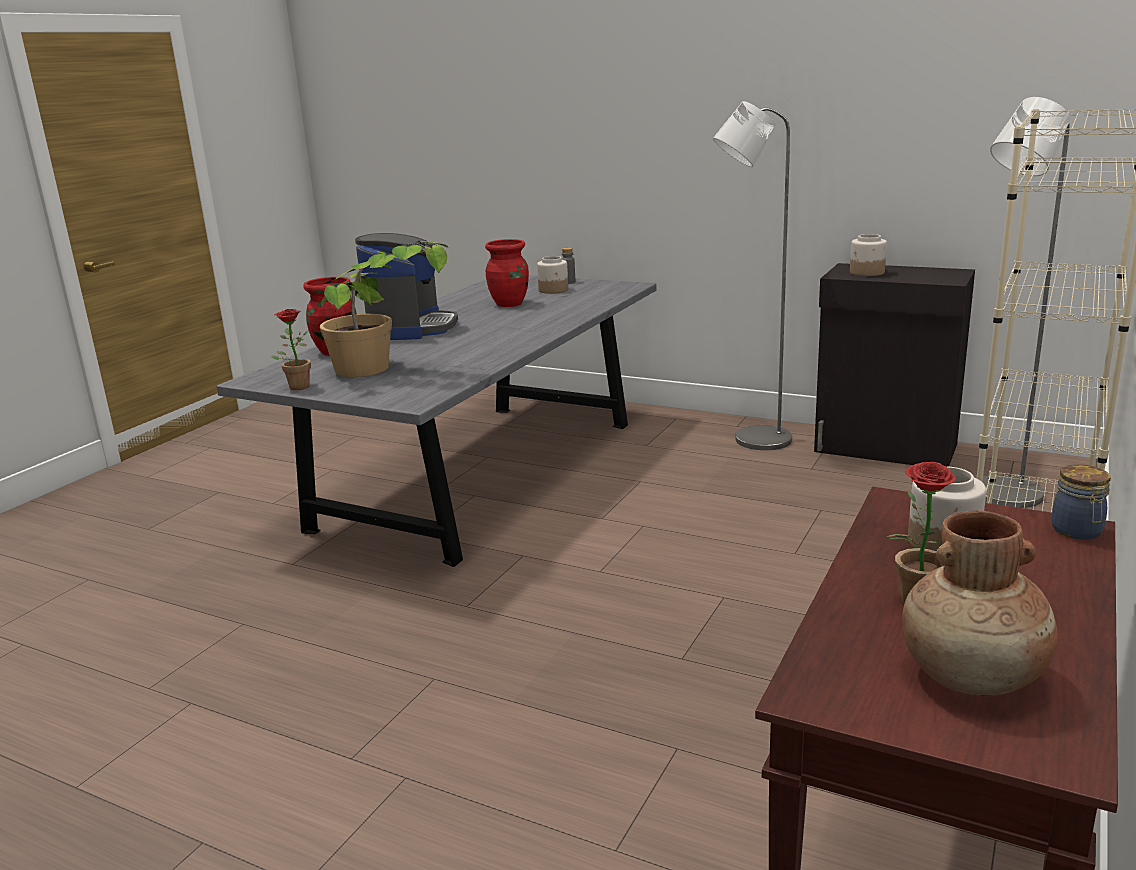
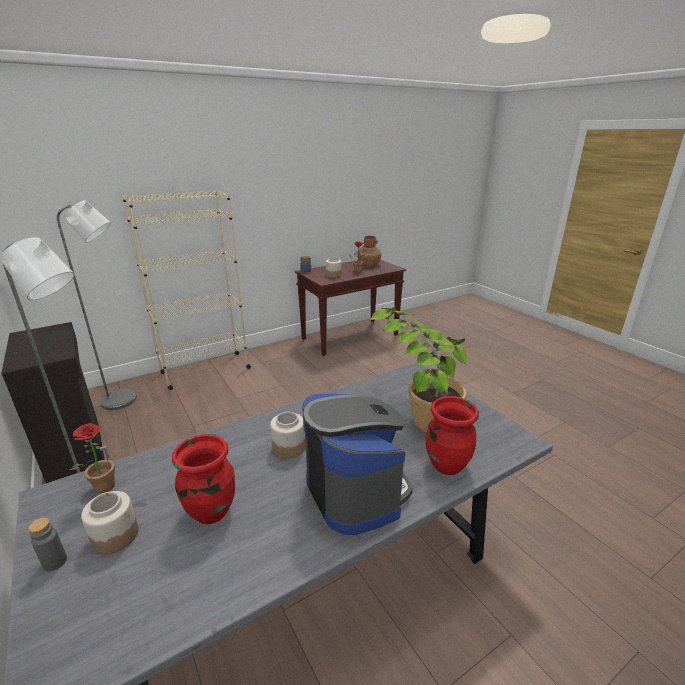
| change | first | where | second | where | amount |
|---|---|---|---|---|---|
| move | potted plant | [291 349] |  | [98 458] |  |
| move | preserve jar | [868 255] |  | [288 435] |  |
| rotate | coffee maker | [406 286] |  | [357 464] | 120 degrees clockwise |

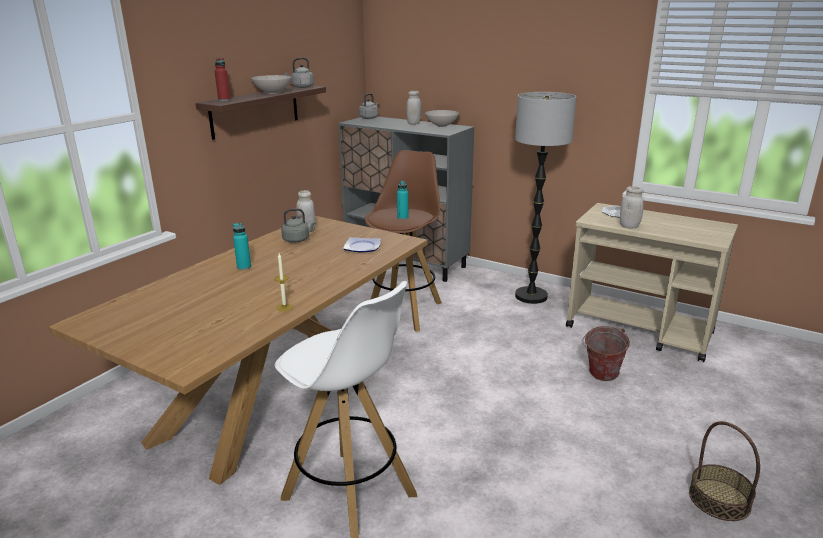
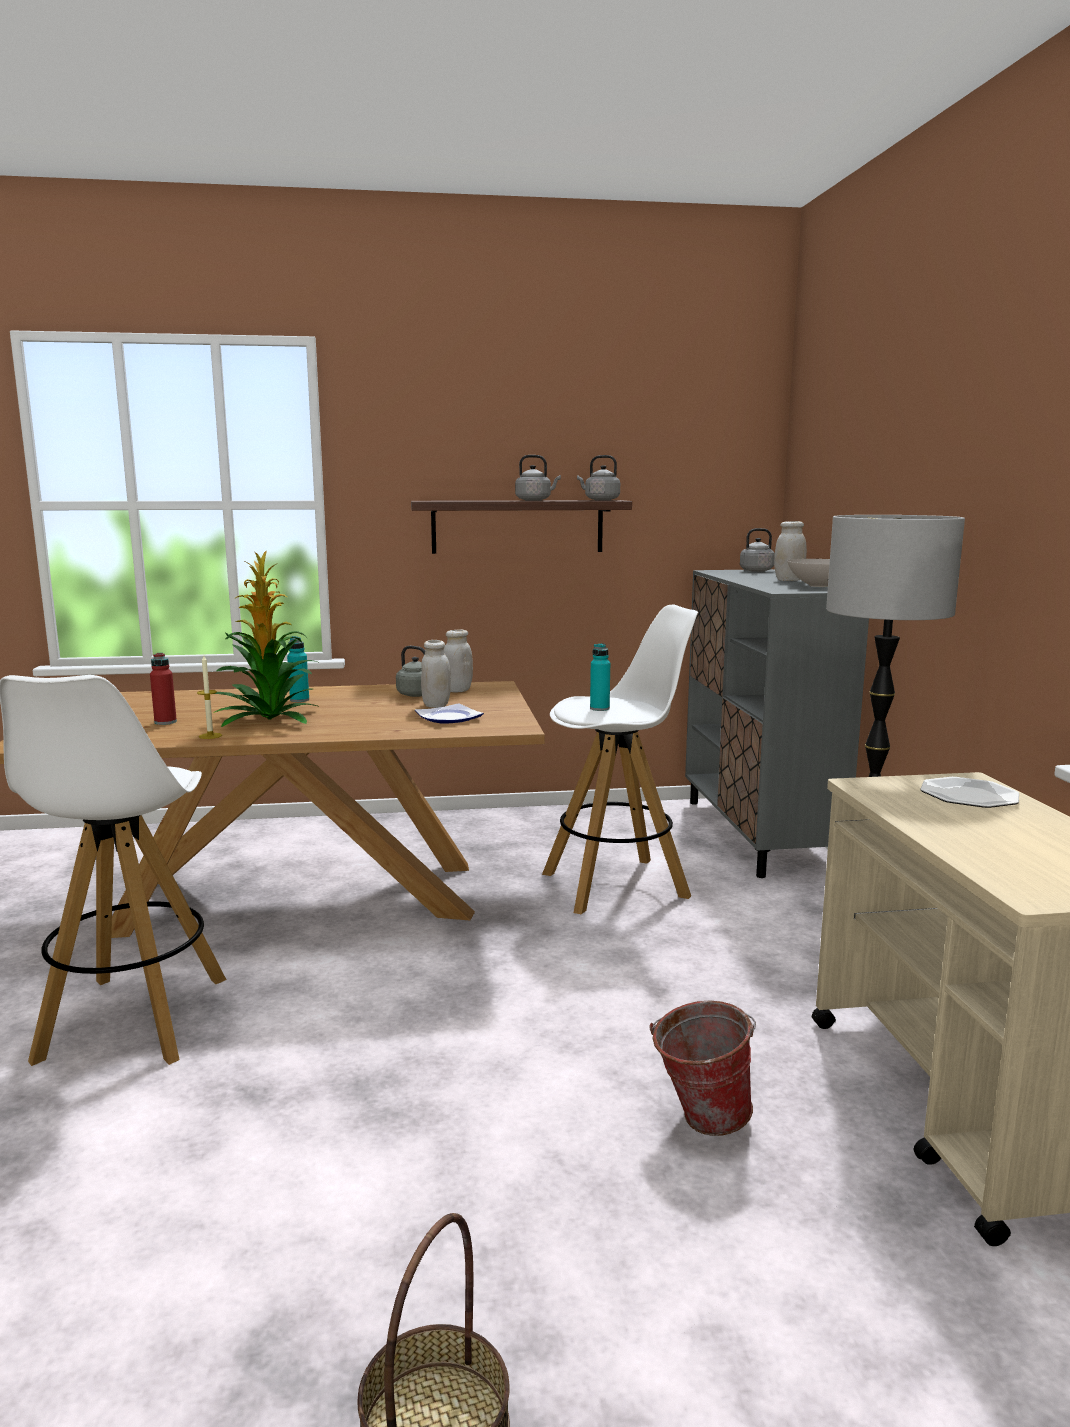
| change | first | where | second | where | amount |
|---|---|---|---|---|---|
| move | beverage bottle/reddish | [223 79] |  | [163 689] |  |
| insert |  |  | potted plant | [266 638] |  |
| move | preserve jar/white-coloured | [632 207] |  | [436 674] |  |
| replace | serving bowl/white-coloured | [271 84] | tea kettle/greyish | [538 478] |  |
| recolor | sitting stool/brownish | [403 241] | sitting stool/white-coloured | [620 759] |  |

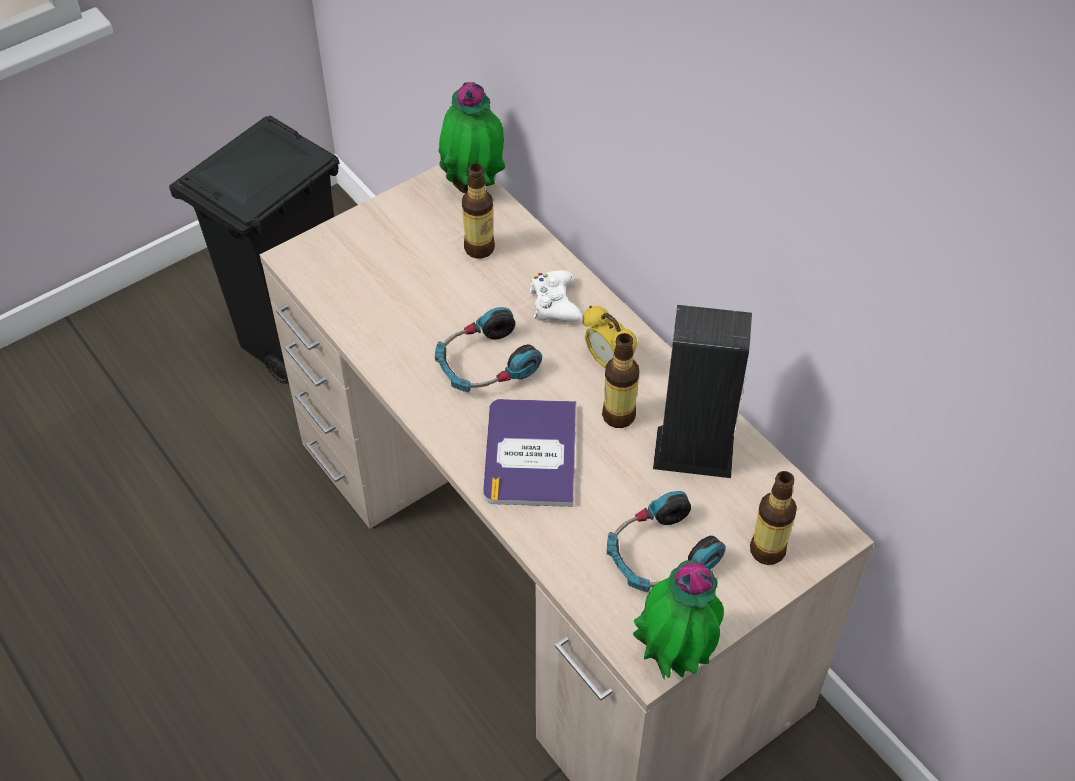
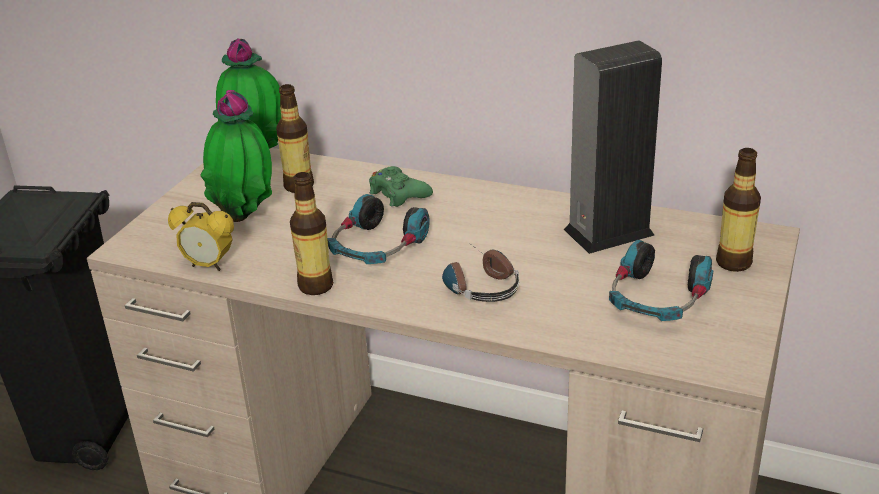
| change | first | where | second | where | amount |
|---|---|---|---|---|---|
| move | bedside clock | [610 337] |  | [201 236] |  |
| move | potted plant | [678 619] |  | [236 156] |  |
| move | beverage bottle | [620 380] |  | [311 233] |  |
| recolor | game controller/white-coloured | [555 296] | game controller/green-coloured | [401 186] |  |
| replace | bound book | [529 453] | headset | [480 272] |  |

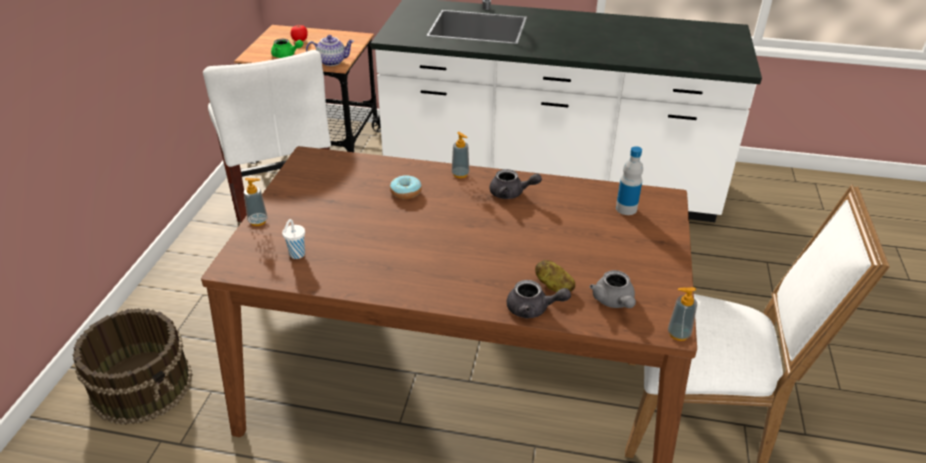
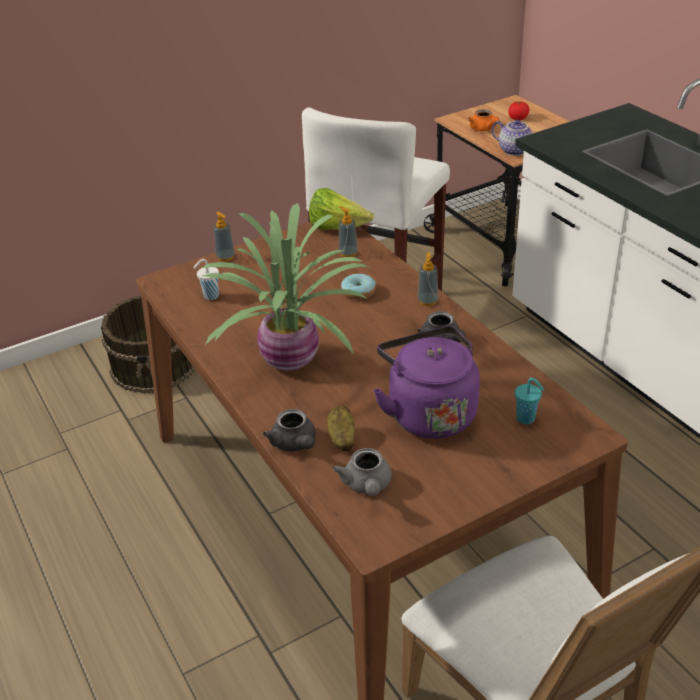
| change | first | where | second | where | amount |
|---|---|---|---|---|---|
| insert |  |  | potted plant | [286 287] |  |
| insert |  |  | lettuce | [341 209] |  |
| rotate | tea pot/greyish | [613 289] |  | [362 472] | 45 degrees counterclockwise |
| move | soap dispenser | [682 314] |  | [348 231] |  |
| insert |  |  | tea kettle/purple | [426 382] |  |
| recolor | tea pot/green-coloured | [287 48] | tea pot/orange | [483 121] |  |
| replace | beverage bottle | [629 180] | cup/turquoise-coloured | [530 401] |  |

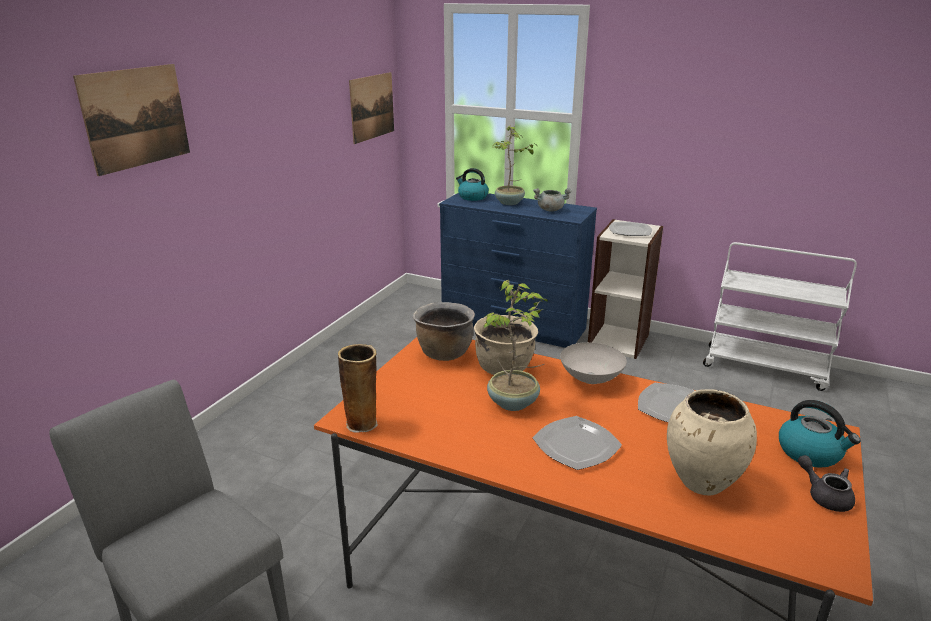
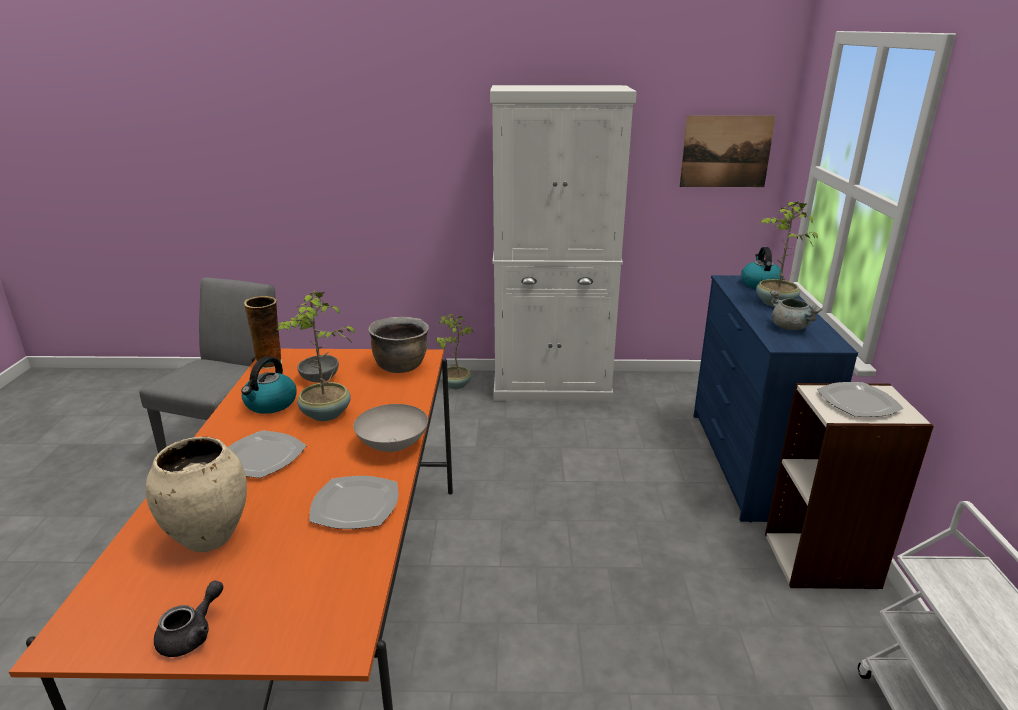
| change | first | where | second | where | amount |
|---|---|---|---|---|---|
| move | tea kettle | [820 434] |  | [269 385] |  |
| insert |  |  | serving bowl/greyish | [318 368] |  |
| insert |  |  | potted plant | [454 351] |  |
| insert |  |  | cupboard/white-coloured | [563 243] |  |
| delete | picture | [131 120] |  |  |  |
| delete | stockpot/beige | [506 345] |  |  |  |

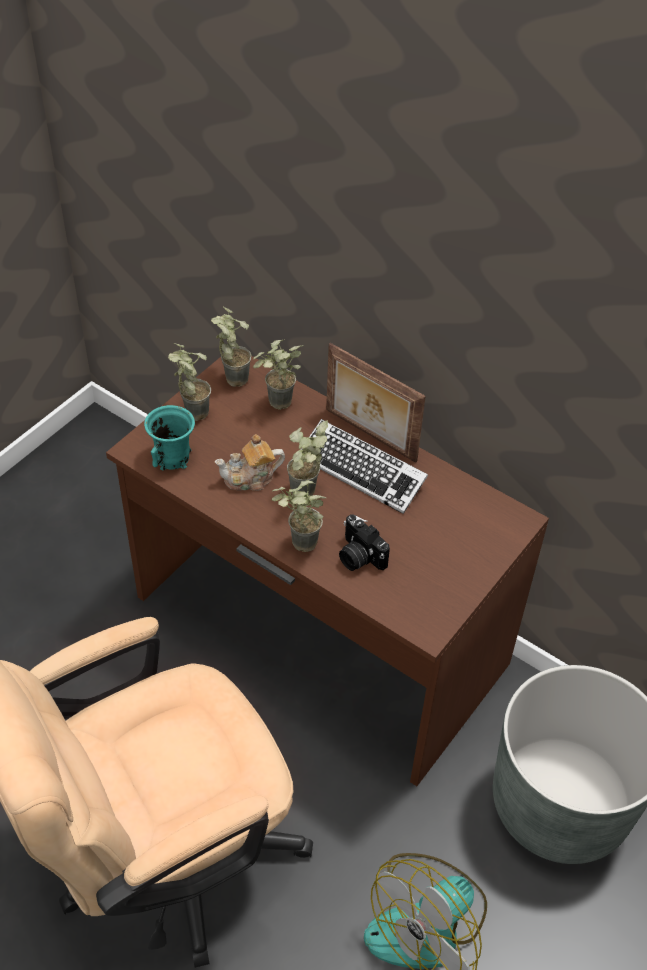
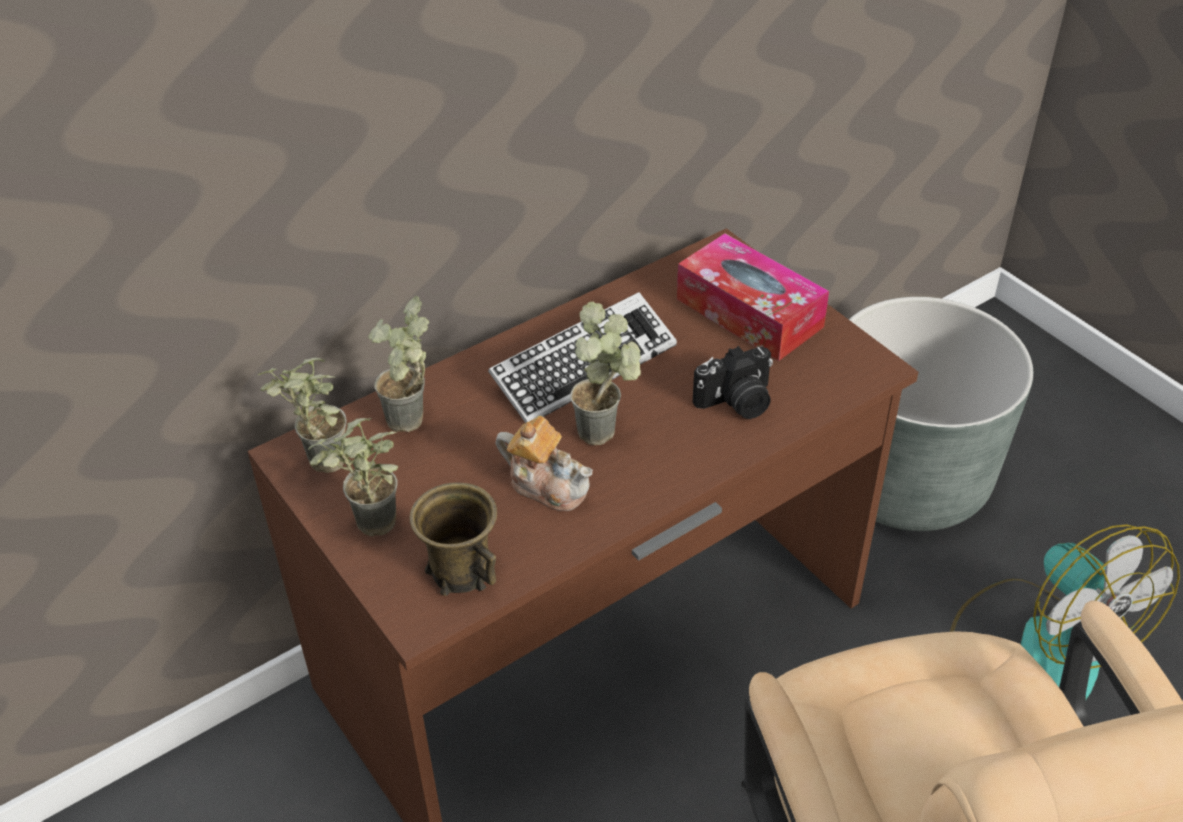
| change | first | where | second | where | amount |
|---|---|---|---|---|---|
| recolor | tea mug/turquoise-coloured | [169 437] | tea mug/brownish | [453 539] |  |
| rotate | tea pot | [250 462] |  | [544 463] | 60 degrees counterclockwise |
| insert |  |  | tissue box | [753 297] |  |
| delete | potted plant | [299 516] |  |  |  |
| delete | picture frame | [376 403] |  |  |  |

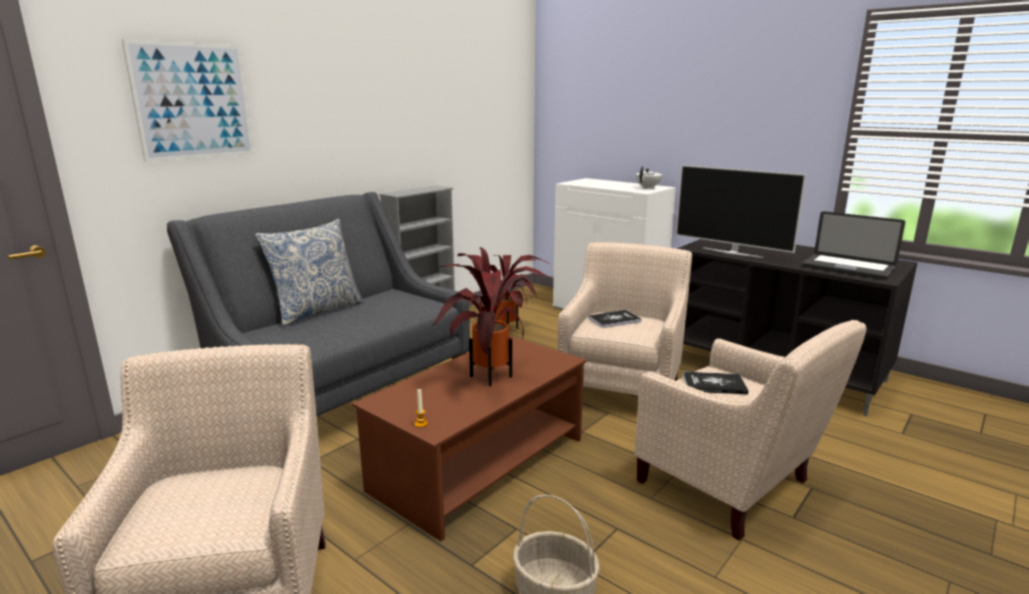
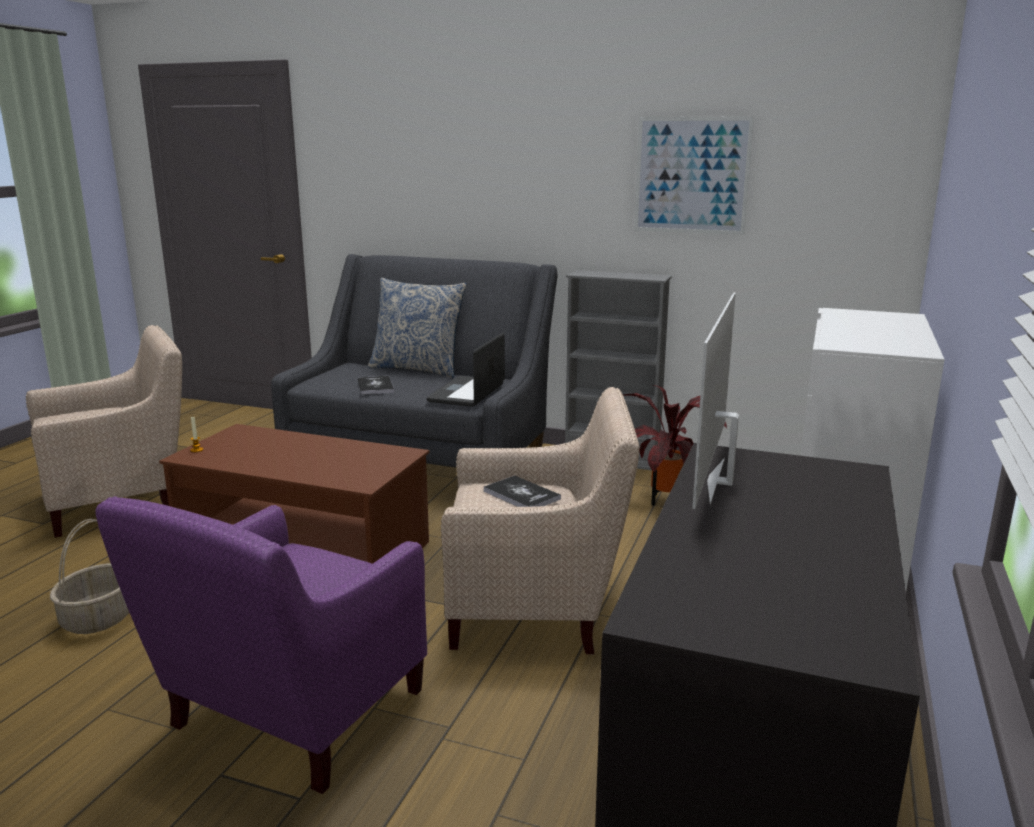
| change | first | where | second | where | amount |
|---|---|---|---|---|---|
| recolor | lounge chair/beige | [750 430] | lounge chair/purple | [261 645] |  |
| move | bound book | [716 383] |  | [376 385] |  |
| move | portable computer | [853 245] |  | [466 370] |  |
| move | picture | [188 100] |  | [694 175] |  |
| delete | potted plant | [490 316] |  |  |  |
| delete | tea pot/white-coloured | [649 177] |  |  |  |

